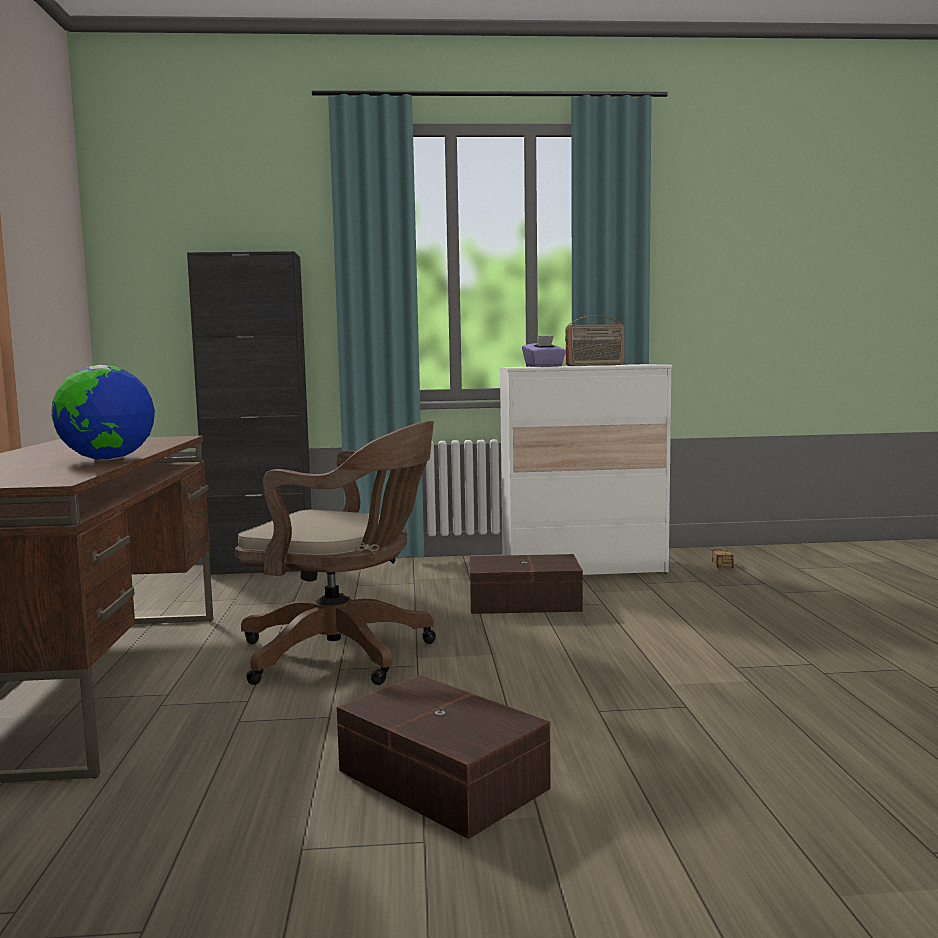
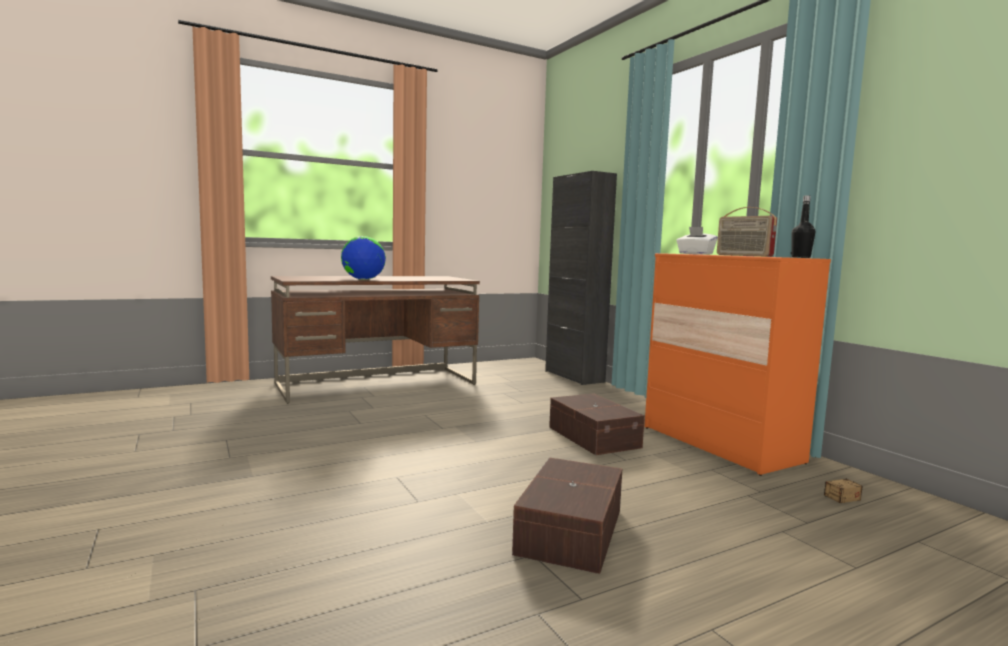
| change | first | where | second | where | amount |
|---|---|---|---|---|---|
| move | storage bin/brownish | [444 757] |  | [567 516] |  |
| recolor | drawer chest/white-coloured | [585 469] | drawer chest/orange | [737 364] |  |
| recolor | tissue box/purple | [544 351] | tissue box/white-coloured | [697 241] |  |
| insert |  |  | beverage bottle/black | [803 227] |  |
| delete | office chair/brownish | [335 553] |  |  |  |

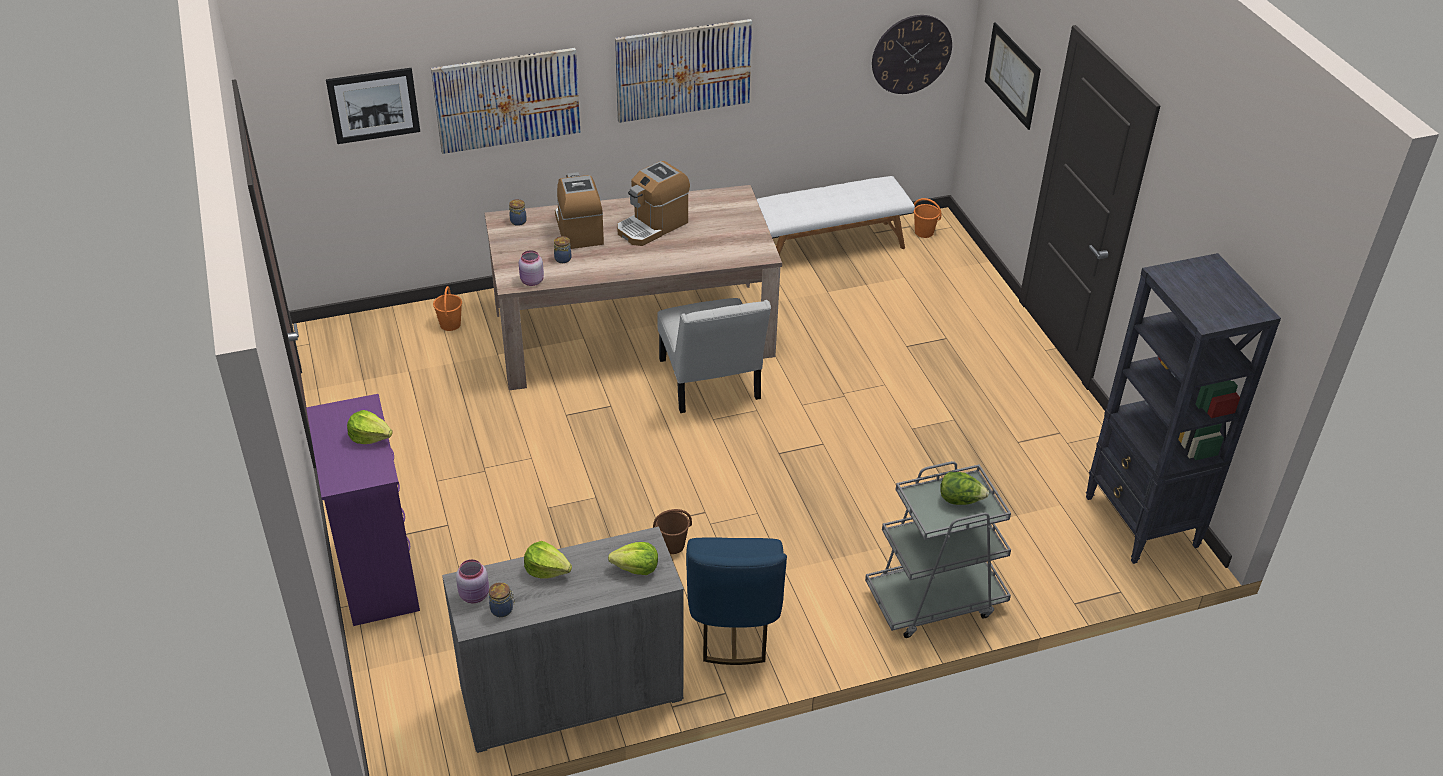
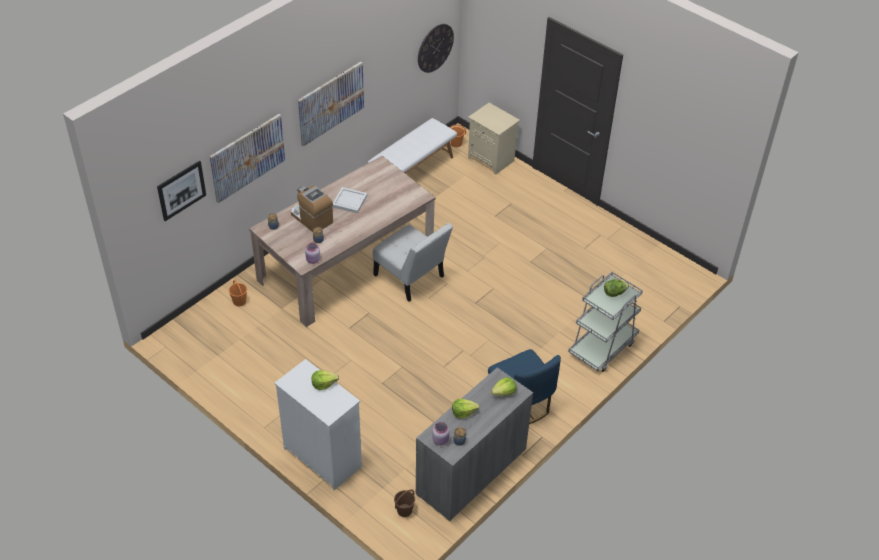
| change | first | where | second | where | amount |
|---|---|---|---|---|---|
| recolor | drawer chest/purple | [363 510] | drawer chest/white-coloured | [318 424] |  |
| replace | coffee maker | [653 203] | carrying tray/white-coloured | [350 200] |  |
| move | bucket/brownish | [672 531] |  | [404 503] |  |
| insert |  |  | night table/beige | [494 139] |  |
| delete | picture | [1013 76] |  |  |  |
| delete | bookshelf/black | [1183 408] |  |  |  |

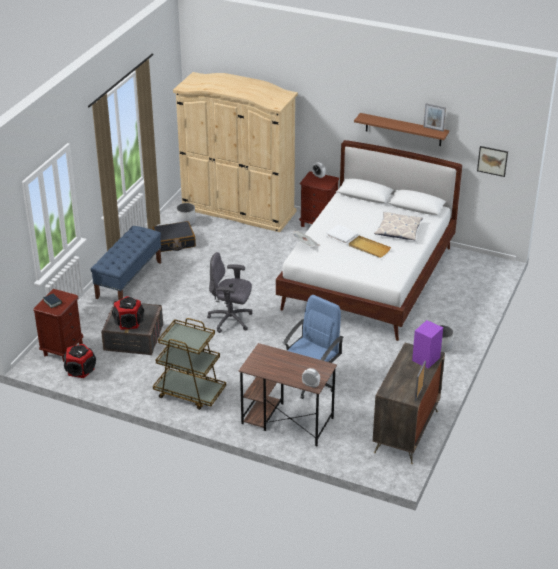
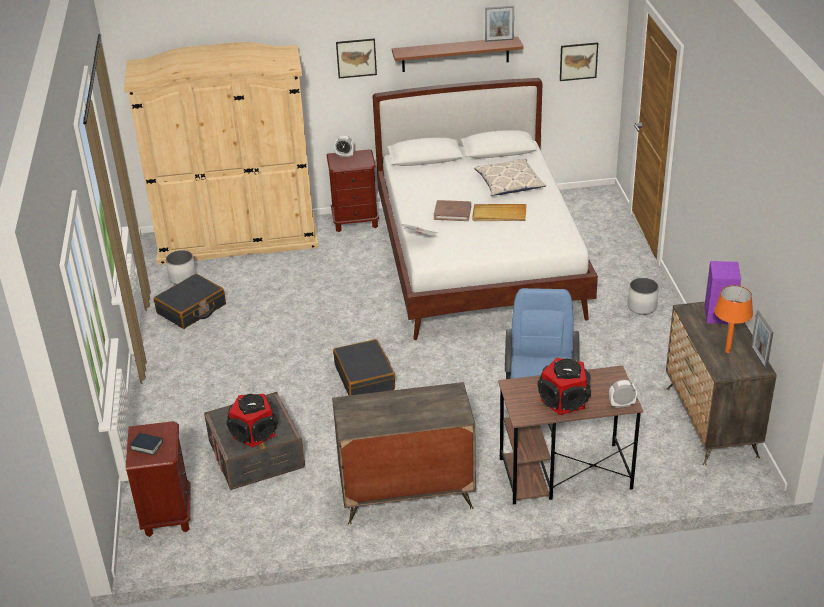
| change | first | where | second | where | amount |
|---|---|---|---|---|---|
| replace | cart/brownish | [189 364] | drawer chest | [404 453] |  |
| replace | office chair/greyish | [229 292] | travel case/black | [364 367] |  |
| insert |  |  | picture | [356 58] |  |
| recolor | bound book/white-coloured | [342 235] | bound book/brownish | [452 210] |  |
| move | speaker | [80 361] |  | [564 386] |  |
| insert |  |  | lamp for a table/orange | [733 319] |  |
| delete | bench/blue | [125 263] |  |  |  |

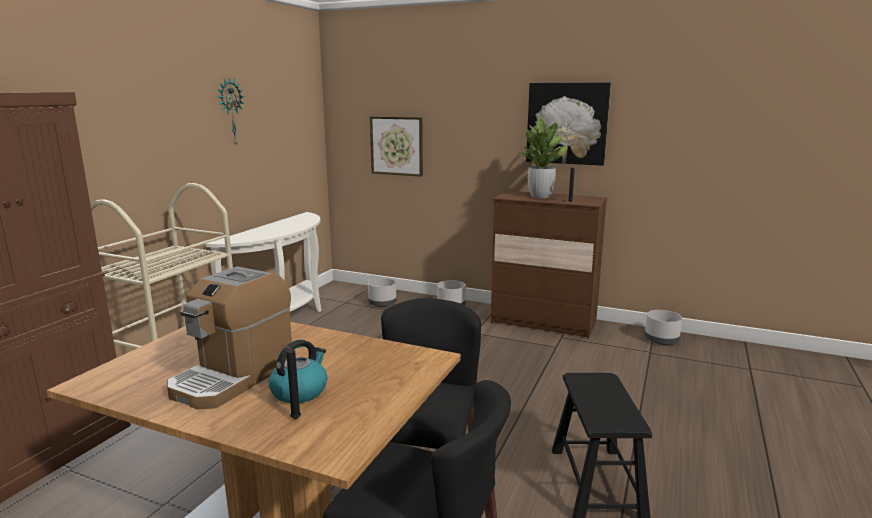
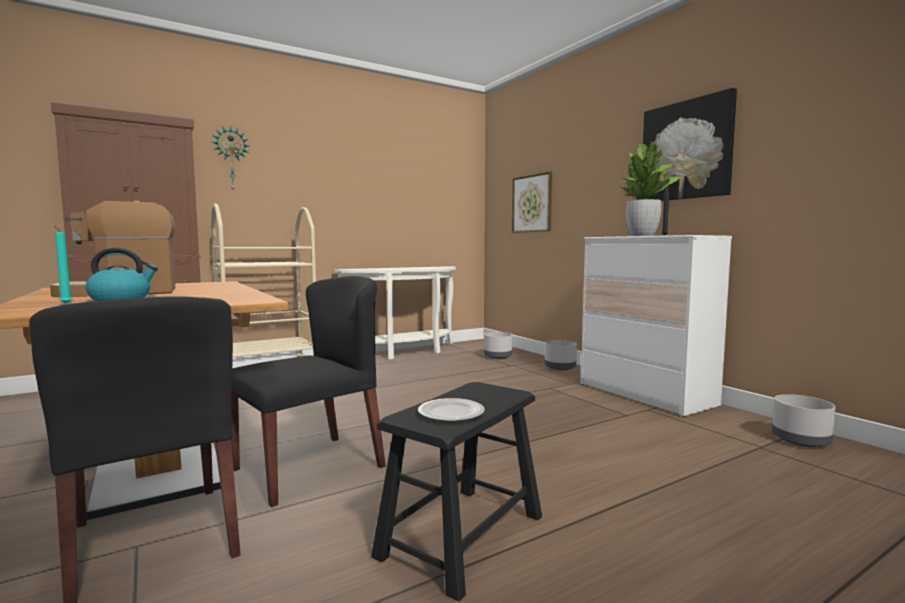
| change | first | where | second | where | amount |
|---|---|---|---|---|---|
| recolor | wax candle/black | [291 381] | wax candle/turquoise-coloured | [63 264] |  |
| move | hanging clock | [231 111] |  | [230 158] |  |
| insert |  |  | plate | [451 410] |  |
| recolor | drawer chest/brownish | [549 264] | drawer chest/white-coloured | [656 326] |  |

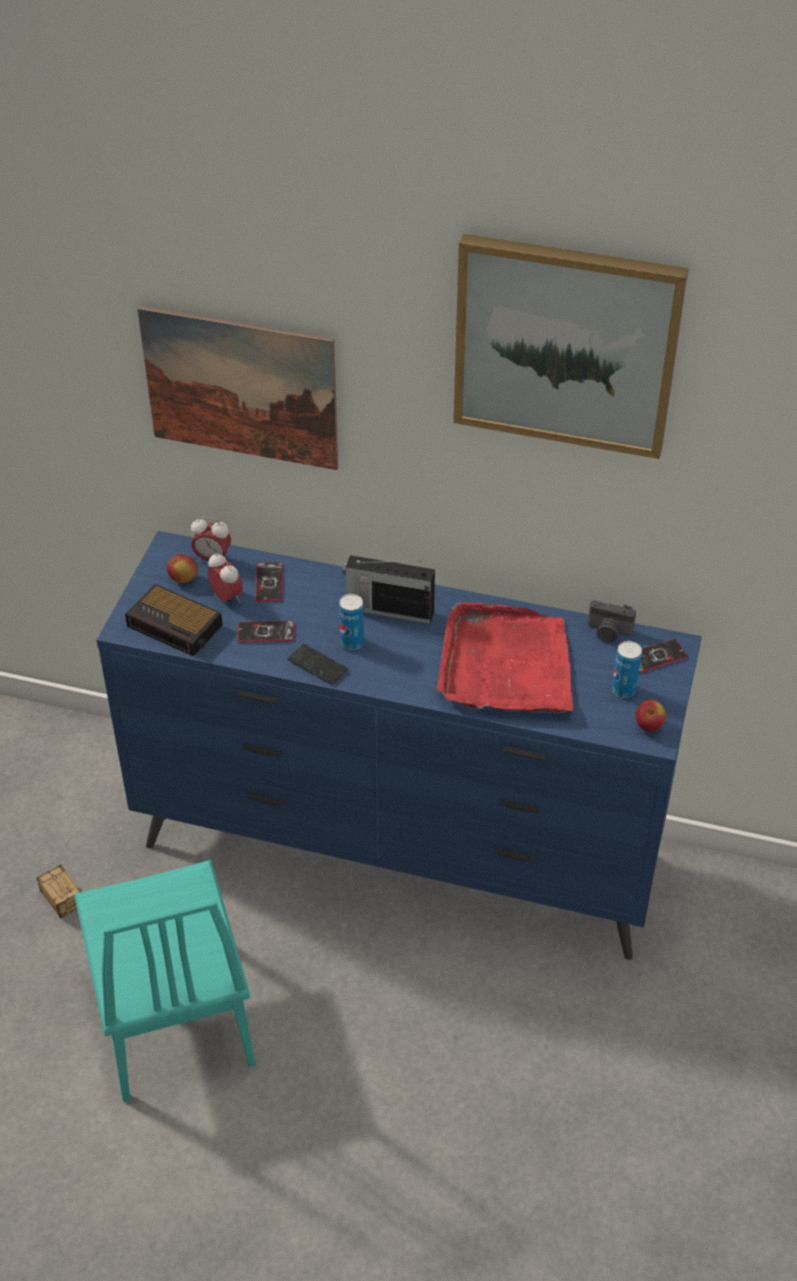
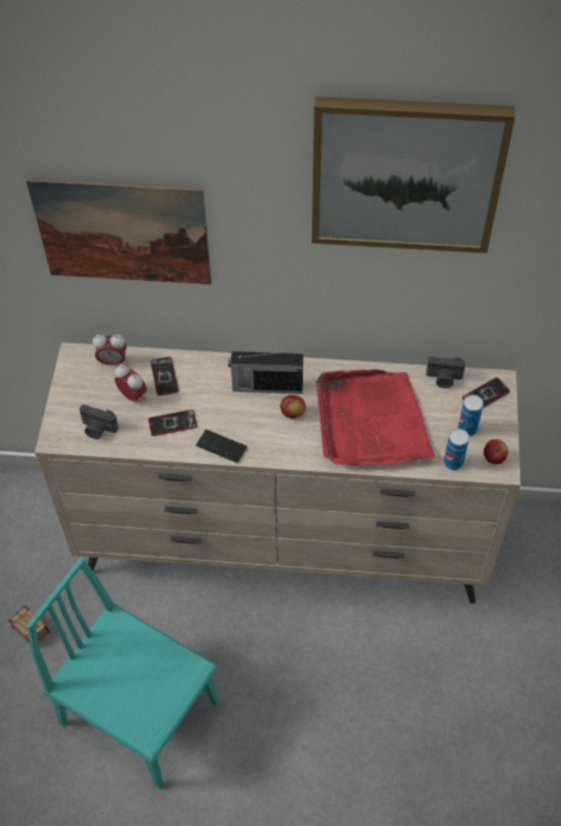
| change | first | where | second | where | amount |
|---|---|---|---|---|---|
| rotate | plain chair/turquoise-coloured | [165 981] |  | [122 673] | 150 degrees clockwise |
| recolor | drawer chest/blue | [399 745] | drawer chest/beige | [278 473] |  |
| replace | bedside clock | [174 620] | still camera | [99 422] |  |
| move | apple fruit | [182 568] |  | [293 407] |  |
| move | metal can | [351 622] |  | [456 449] |  |

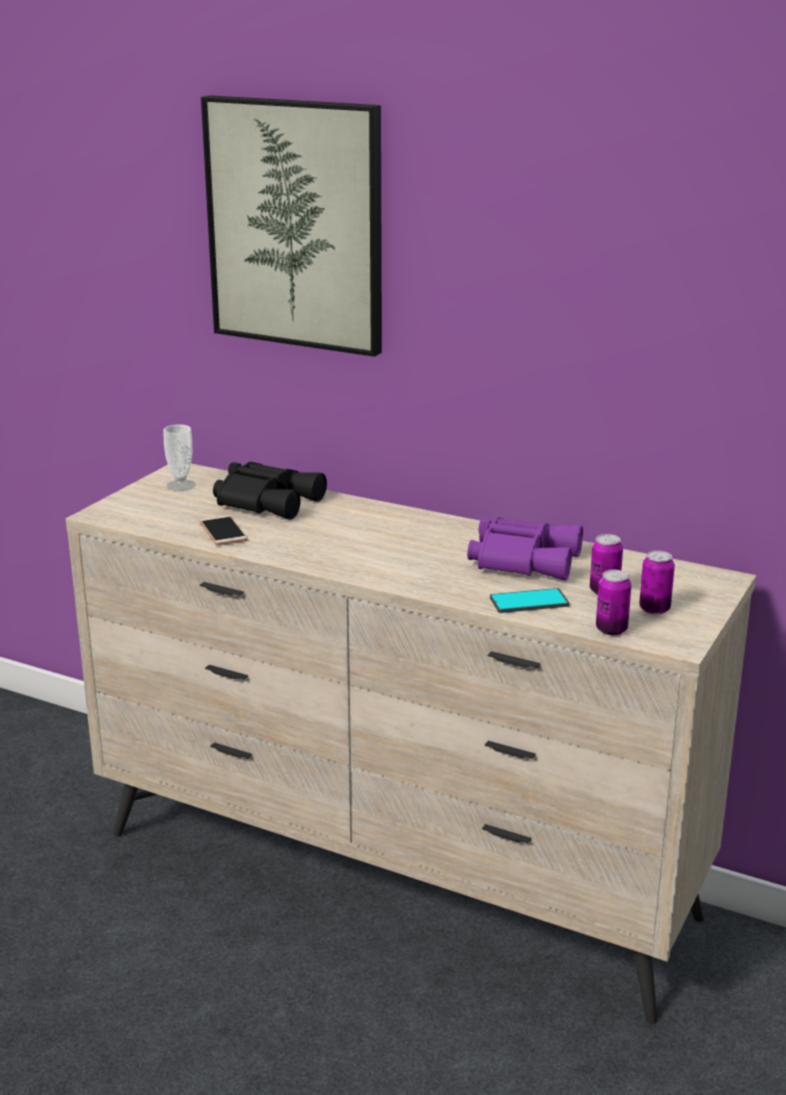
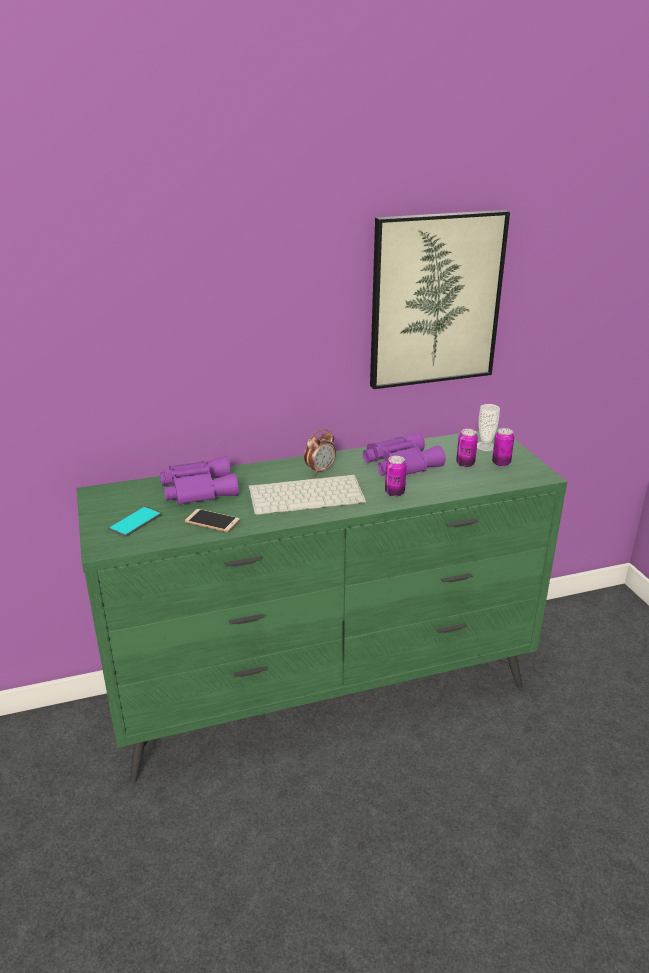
| change | first | where | second | where | amount |
|---|---|---|---|---|---|
| recolor | drawer chest/beige | [411 744] | drawer chest/green-coloured | [322 605] |  |
| move | phone | [529 600] |  | [135 521] |  |
| recolor | binoculars/black | [270 491] | binoculars/purple | [199 480] |  |
| insert |  |  | keyboard | [307 495] |  |
| insert |  |  | bedside clock | [320 452] |  |
| move | picture | [291 226] |  | [440 299] |  |
| move | metal can | [613 602] |  | [395 476] |  |
| move | cup | [179 457] |  | [488 427] |  |

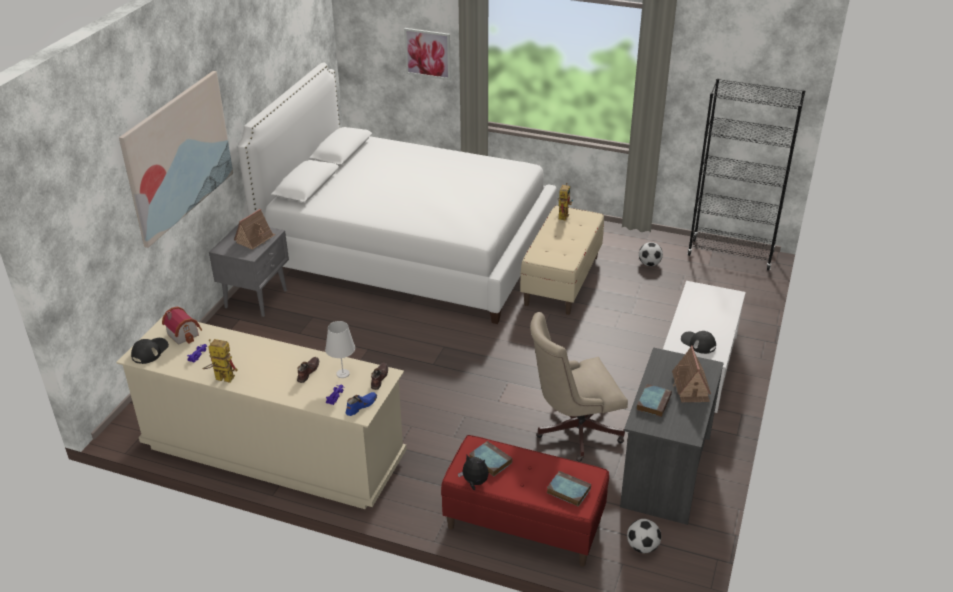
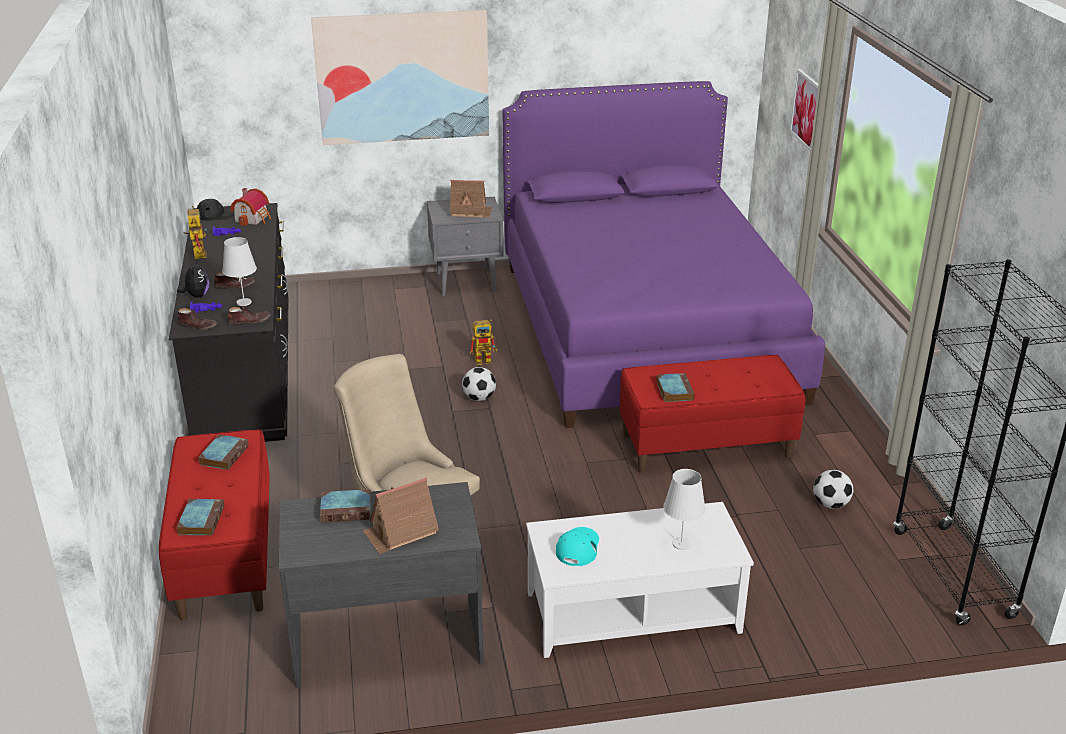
| change | first | where | second | where | amount |
|---|---|---|---|---|---|
| recolor | drawer chest/beige | [261 413] | drawer chest/black | [228 322] |  |
| move | cuddly toy | [473 472] |  | [193 278] |  |
| recolor | shoe/blue | [361 404] | shoe/brownish | [197 319] |  |
| move | football ball | [644 536] |  | [479 384] |  |
| move | toy robot | [565 202] |  | [484 342] |  |
| recolor | bedroom bed/white-coloured | [397 193] | bedroom bed/purple | [663 254] |  |
| recolor | peaked cap/black | [698 342] | peaked cap/turquoise-coloured | [577 546] |  |
| recolor | bench/beige | [562 260] | bench/reddish | [712 414] |  |
| insert |  |  | bound book | [675 387] |  |
| insert |  |  | lamp for a table/white-coloured | [684 509] |  |

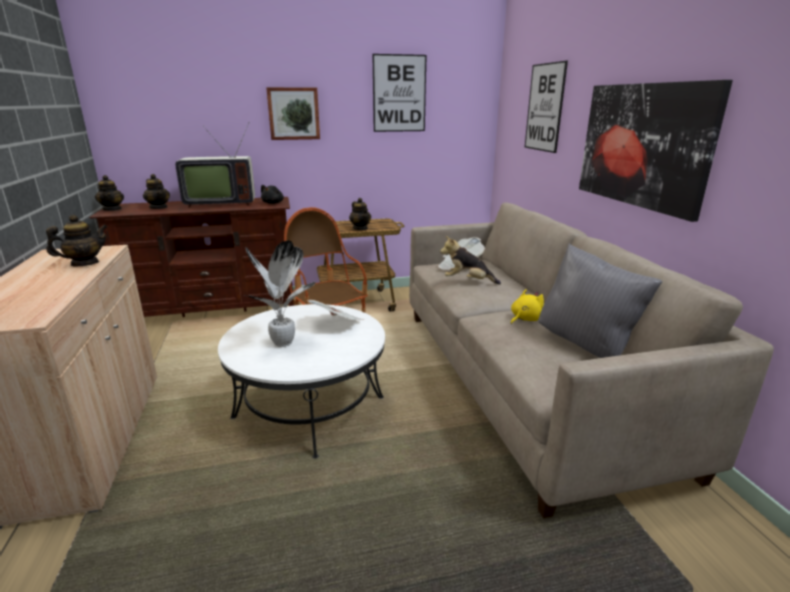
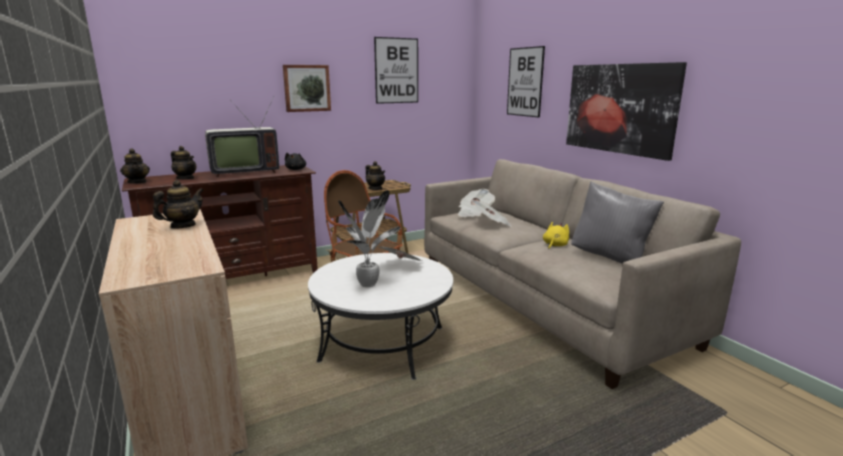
| change | first | where | second | where | amount |
|---|---|---|---|---|---|
| replace | cuddly toy | [470 260] | newspaper | [491 213] |  |

